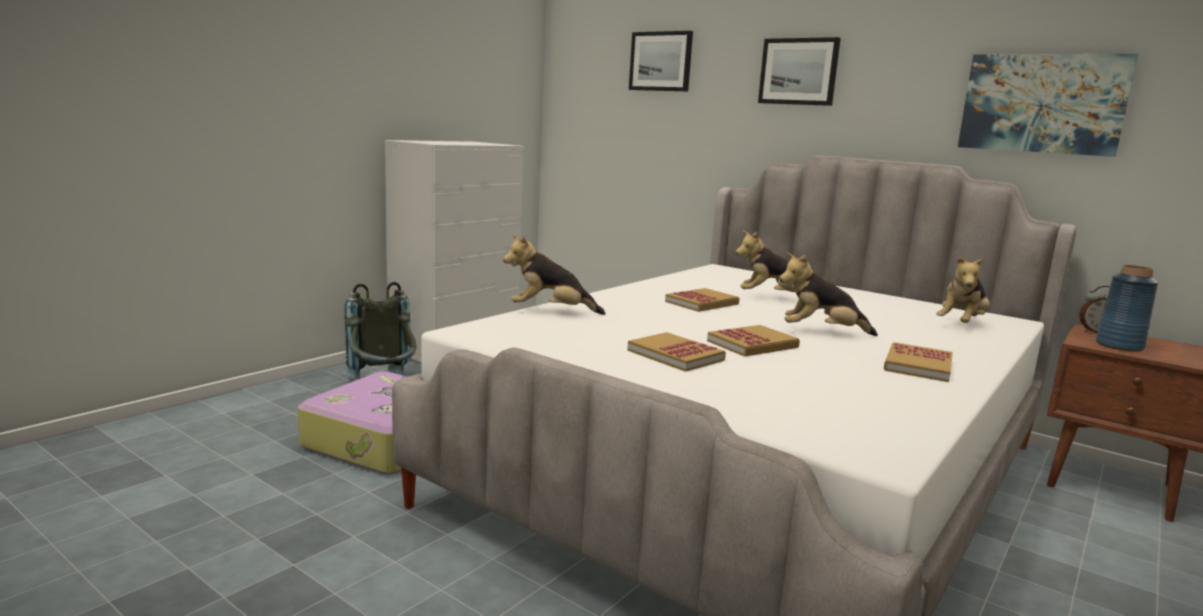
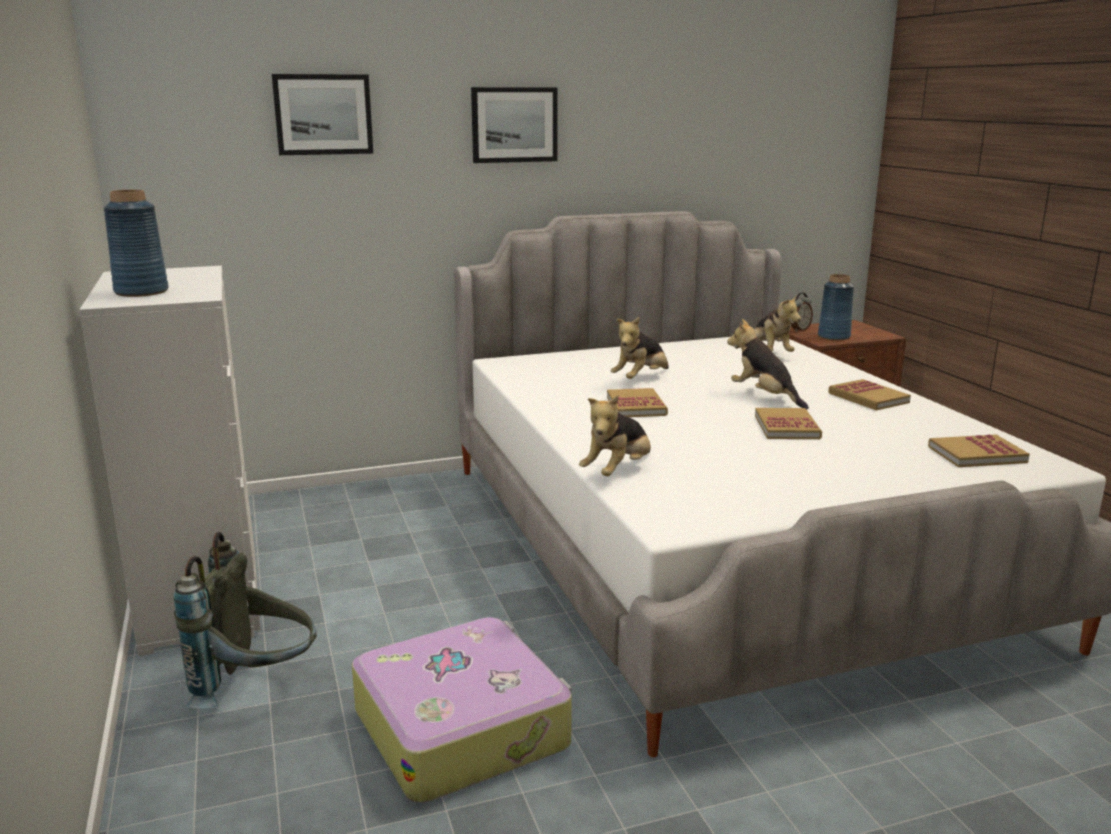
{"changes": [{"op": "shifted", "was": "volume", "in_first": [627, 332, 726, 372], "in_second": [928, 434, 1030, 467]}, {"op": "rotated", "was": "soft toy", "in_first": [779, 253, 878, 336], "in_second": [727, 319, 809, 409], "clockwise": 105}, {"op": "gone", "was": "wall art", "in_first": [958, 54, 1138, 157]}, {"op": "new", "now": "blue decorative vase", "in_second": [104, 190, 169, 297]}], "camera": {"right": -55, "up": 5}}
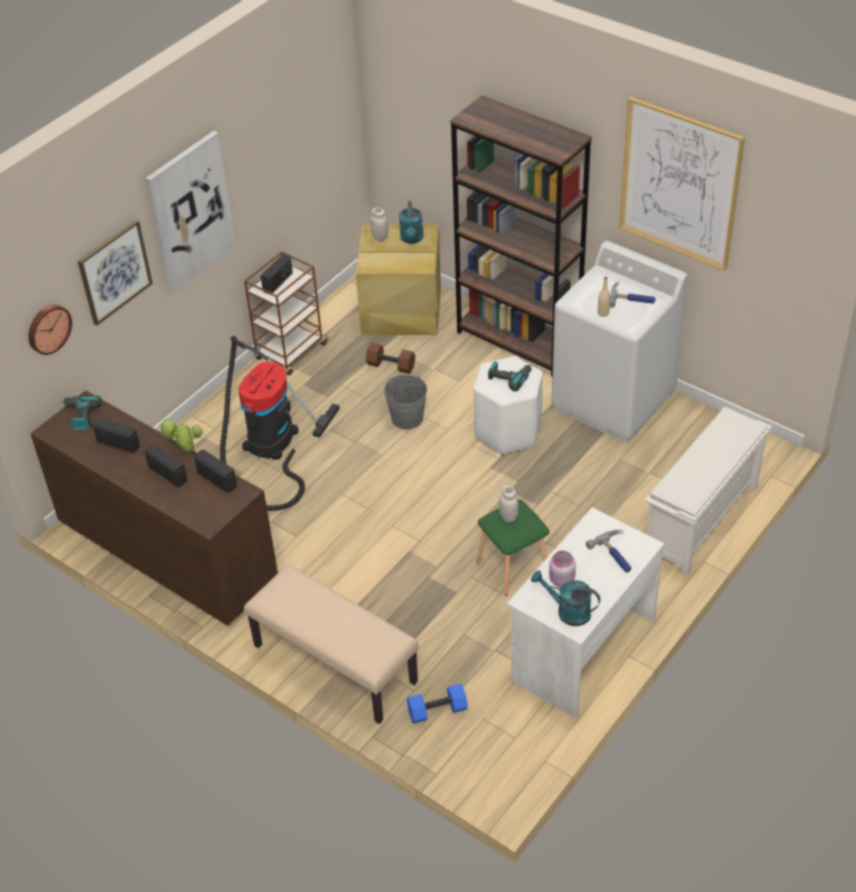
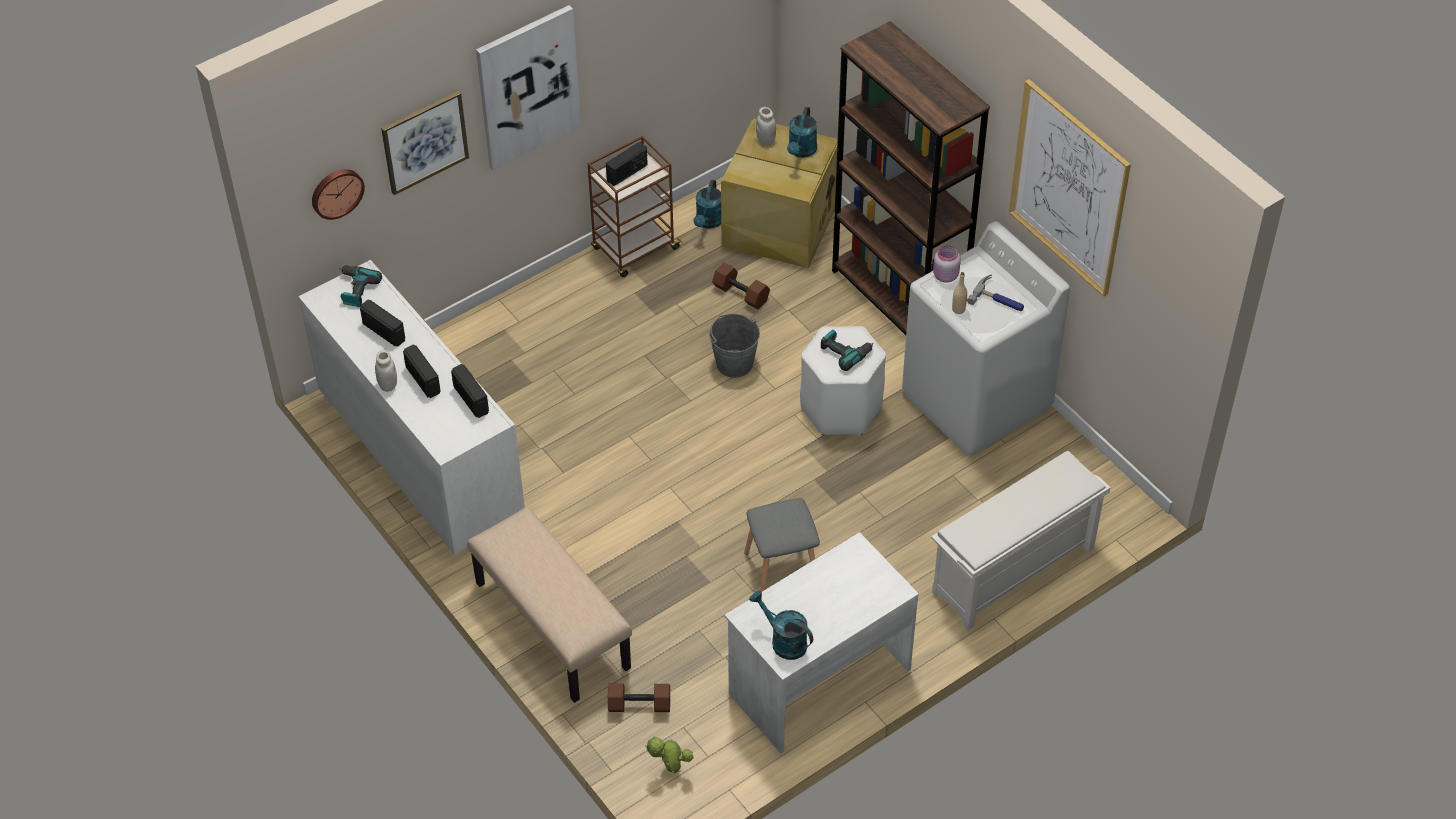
{"changes": [{"op": "repainted", "was": "brown chest of drawers", "now": "white chest of drawers", "in_first": [30, 390, 278, 626], "in_second": [298, 260, 525, 555]}, {"op": "shifted", "was": "plant in a pot", "in_first": [159, 419, 203, 454], "in_second": [645, 735, 693, 773]}, {"op": "gone", "was": "vacuum", "in_first": [220, 336, 340, 511]}, {"op": "repainted", "was": "blue free weight", "now": "brown free weight", "in_first": [407, 684, 468, 724], "in_second": [608, 683, 670, 712]}, {"op": "repainted", "was": "greenish stool", "now": "gray stool", "in_first": [476, 500, 550, 596], "in_second": [744, 498, 820, 592]}, {"op": "shifted", "was": "white storage jar", "in_first": [499, 485, 518, 523], "in_second": [375, 350, 397, 392]}, {"op": "shifted", "was": "pink-coloured storage jar", "in_first": [549, 551, 576, 587], "in_second": [933, 245, 961, 283]}, {"op": "gone", "was": "hammer", "in_first": [586, 530, 631, 572]}, {"op": "new", "now": "turquoise sprinkling can", "in_second": [693, 180, 721, 229]}], "camera": {"right": 15, "up": 5}}
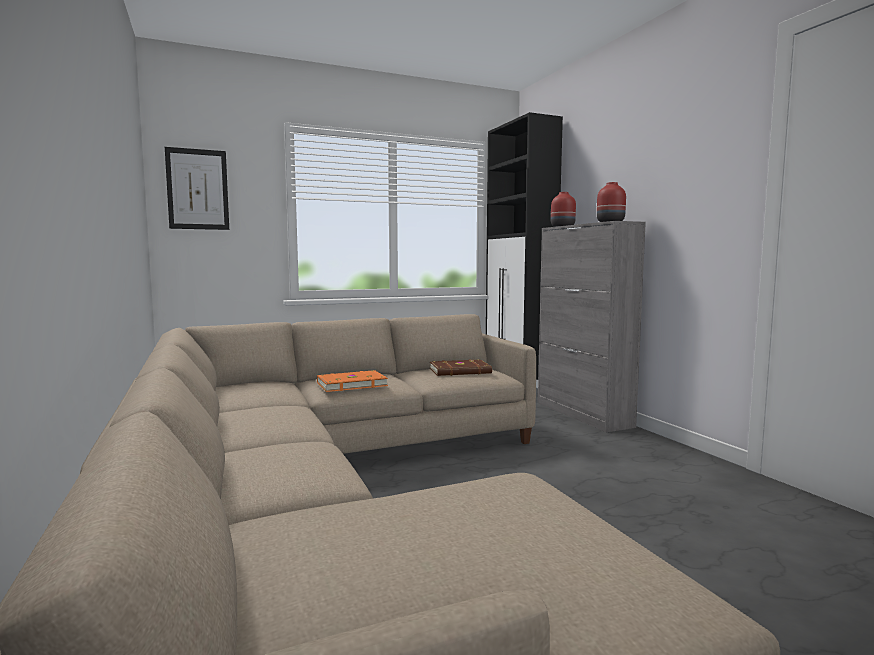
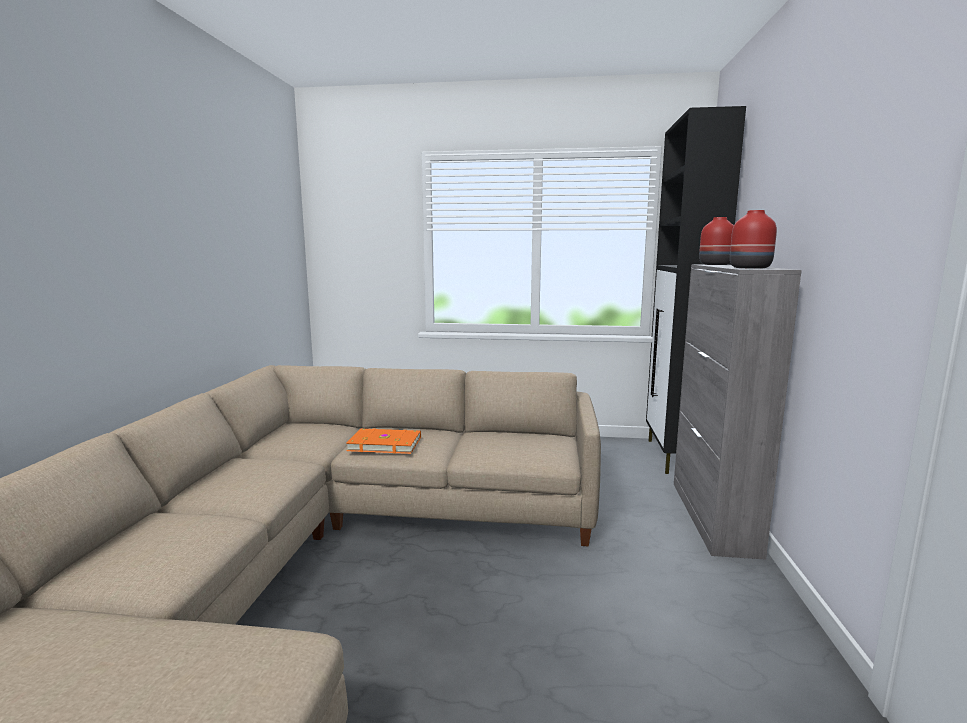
{"changes": [{"op": "gone", "was": "wall art", "in_first": [165, 147, 229, 230]}, {"op": "gone", "was": "brown volume", "in_first": [430, 359, 492, 376]}], "camera": {"right": 30, "up": 5}}
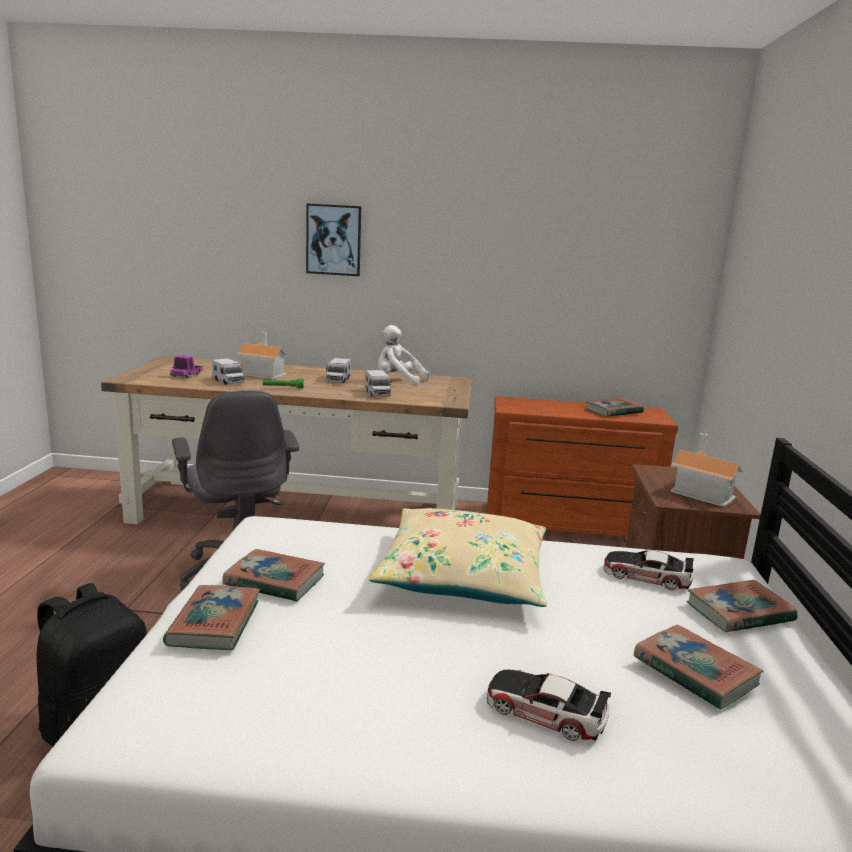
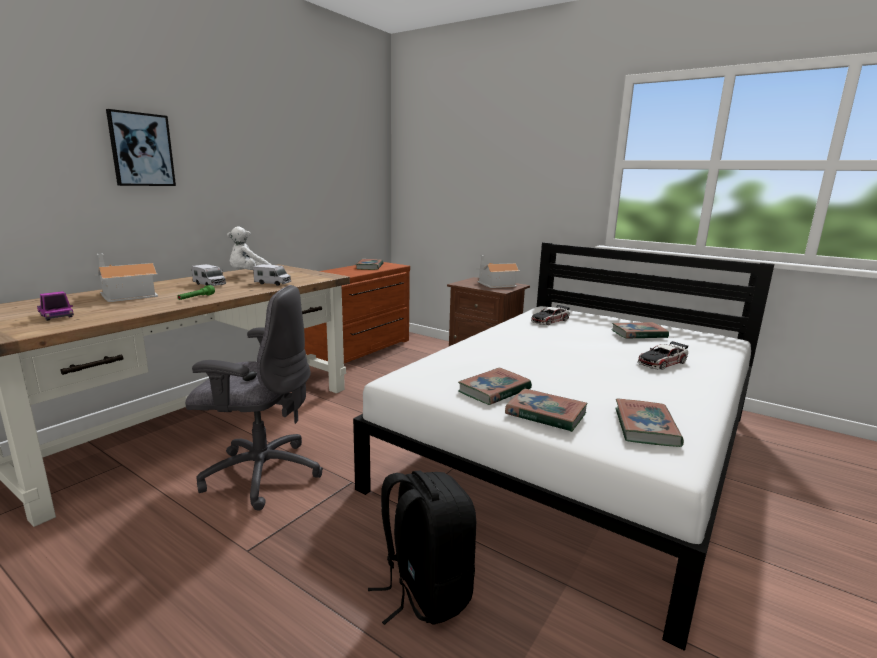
{"changes": [{"op": "gone", "was": "toy lorry", "in_first": [212, 358, 245, 385]}, {"op": "gone", "was": "beige cushion", "in_first": [369, 508, 547, 607]}, {"op": "shifted", "was": "volume", "in_first": [686, 580, 798, 632], "in_second": [615, 399, 684, 447]}], "camera": {"right": -60, "up": 0}}
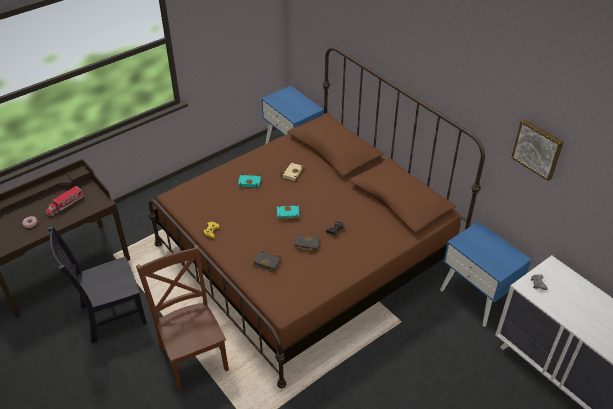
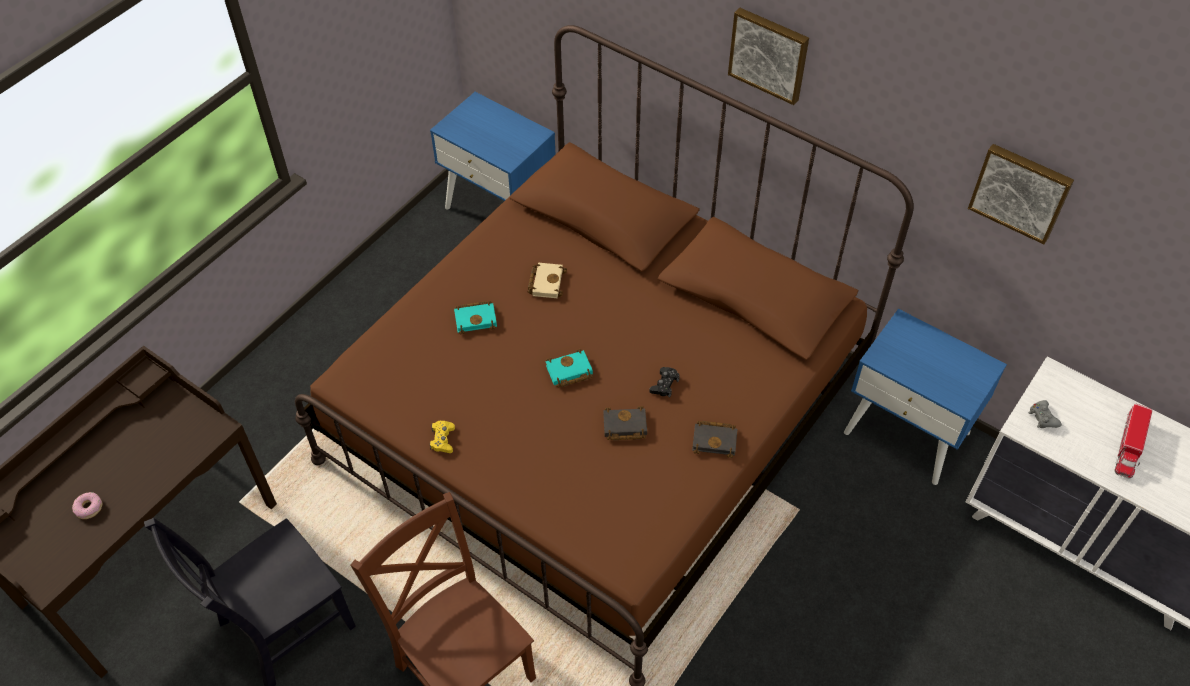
{"changes": [{"op": "shifted", "was": "toy lorry", "in_first": [46, 186, 84, 216], "in_second": [1114, 404, 1152, 479]}, {"op": "shifted", "was": "black volume", "in_first": [253, 251, 281, 272], "in_second": [692, 421, 737, 458]}, {"op": "new", "now": "wall art", "in_second": [728, 8, 809, 105]}], "camera": {"right": -15, "up": 10}}
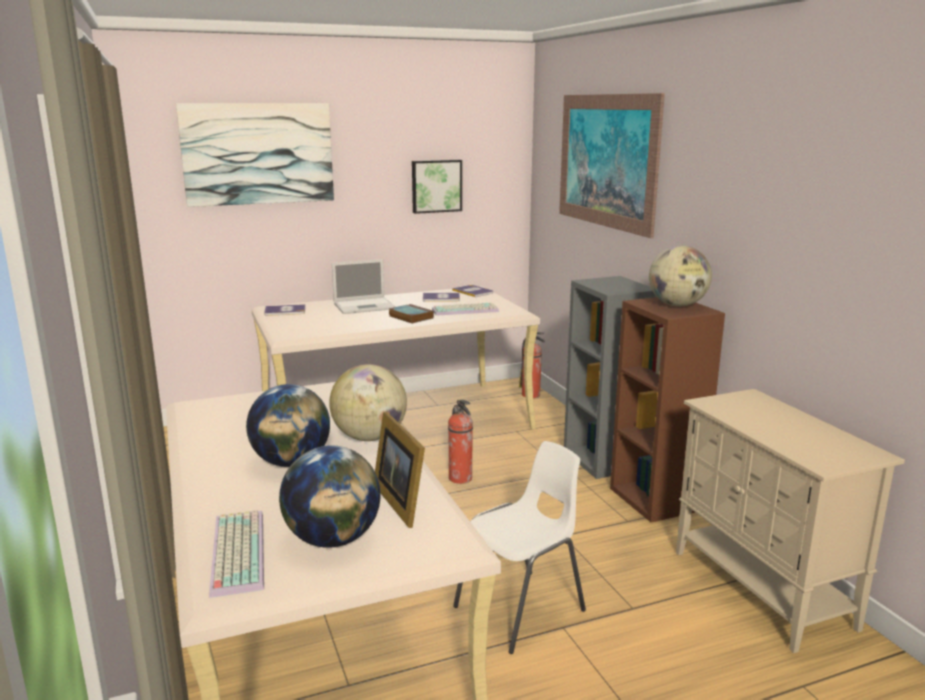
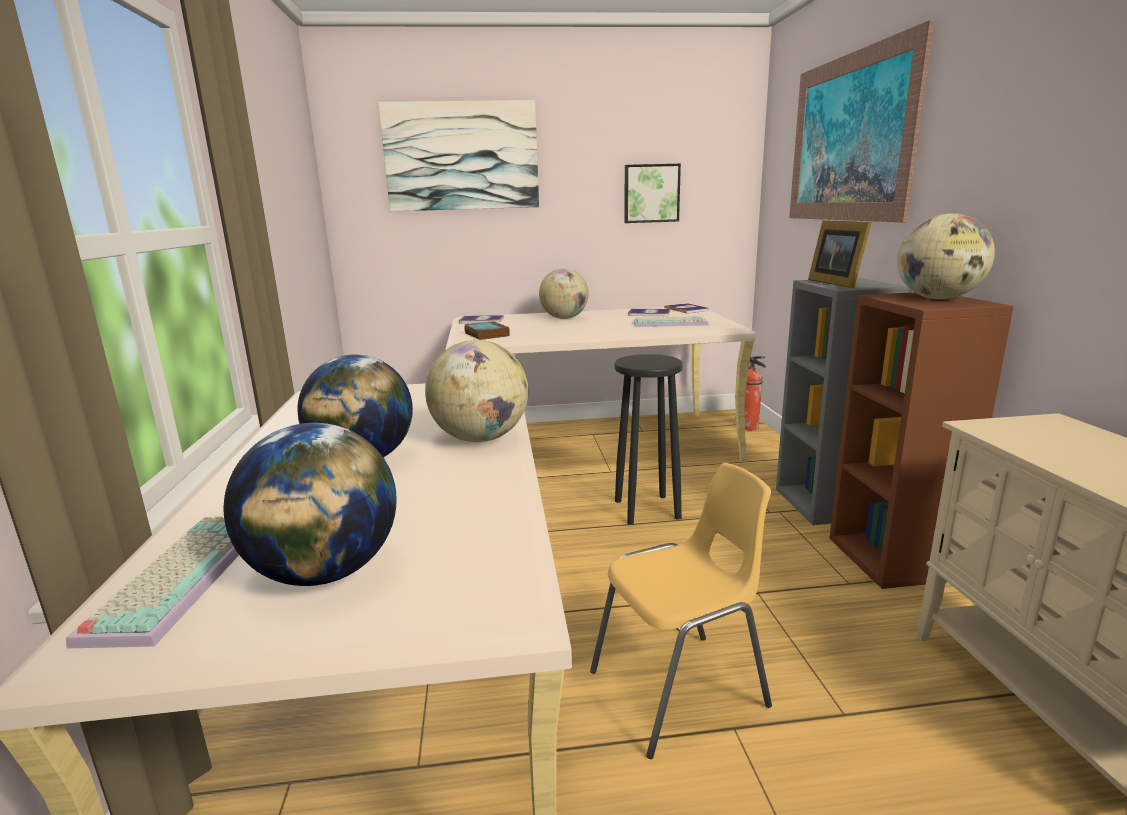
{"changes": [{"op": "swapped", "was": "notebook computer", "now": "globe", "in_first": [332, 259, 395, 314], "in_second": [539, 269, 589, 319]}, {"op": "shifted", "was": "standing frame", "in_first": [375, 412, 425, 528], "in_second": [808, 220, 872, 288]}, {"op": "shifted", "was": "volume", "in_first": [389, 304, 434, 323], "in_second": [464, 321, 510, 340]}, {"op": "swapped", "was": "fire extinguisher", "now": "black stool", "in_first": [448, 400, 473, 484], "in_second": [614, 354, 683, 525]}, {"op": "repainted", "was": "white plain chair", "now": "yellow-coloured plain chair", "in_first": [453, 441, 586, 654], "in_second": [590, 463, 772, 759]}], "camera": {"right": 15, "up": 0}}
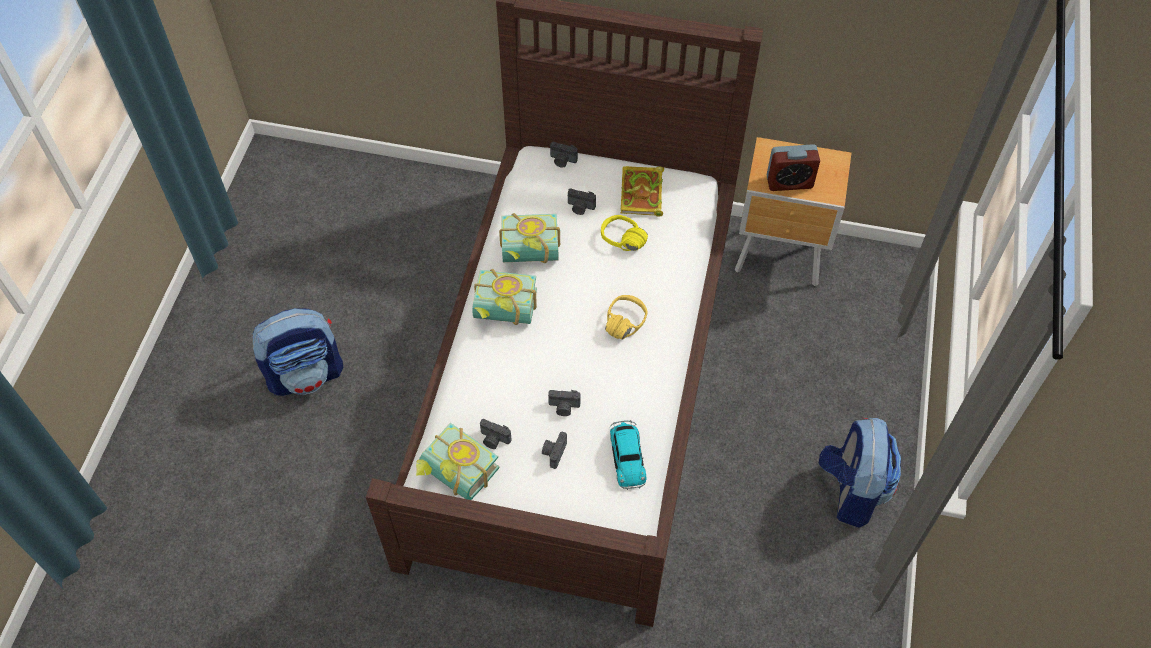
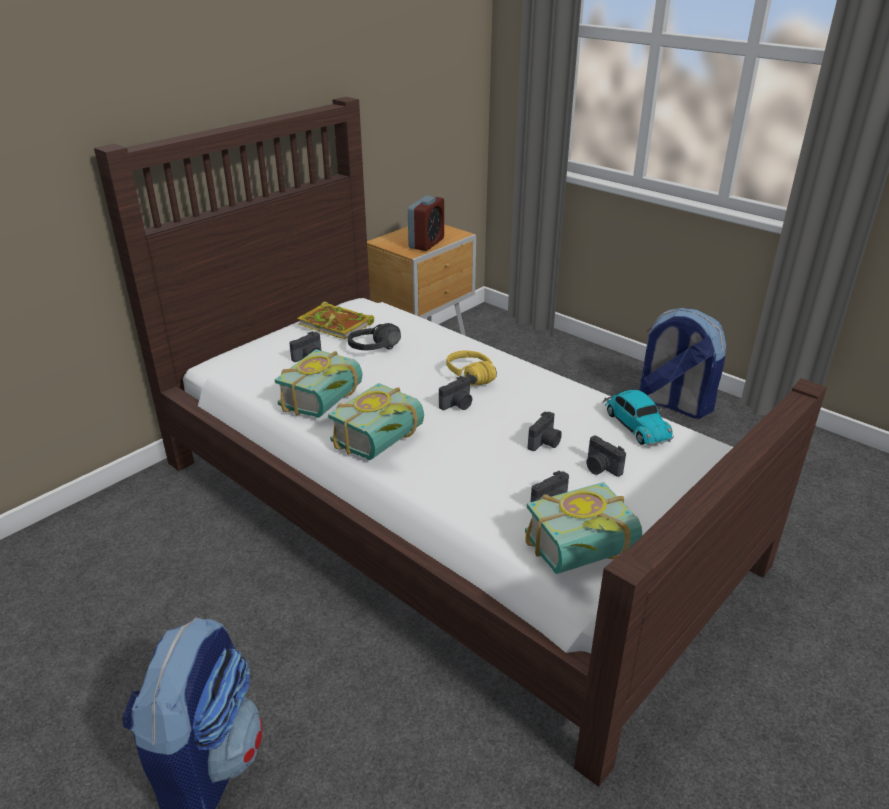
{"changes": [{"op": "shifted", "was": "photo camera", "in_first": [550, 142, 578, 168], "in_second": [439, 376, 472, 410]}, {"op": "repainted", "was": "yellow-coloured pair of headphones", "now": "black pair of headphones", "in_first": [601, 215, 648, 251], "in_second": [348, 323, 401, 351]}, {"op": "rotated", "was": "model car", "in_first": [609, 420, 646, 490], "in_second": [603, 390, 674, 446], "clockwise": 45}], "camera": {"right": -60, "up": -25}}
